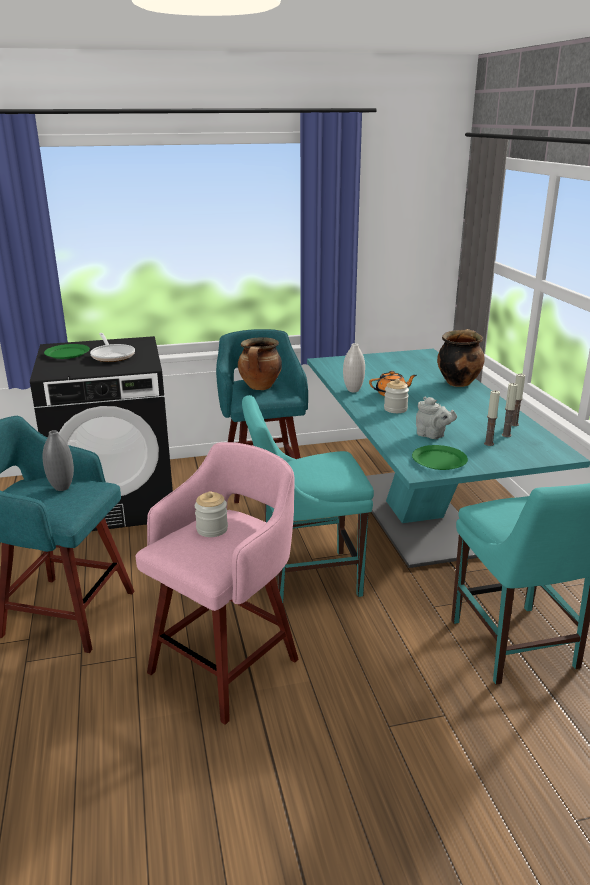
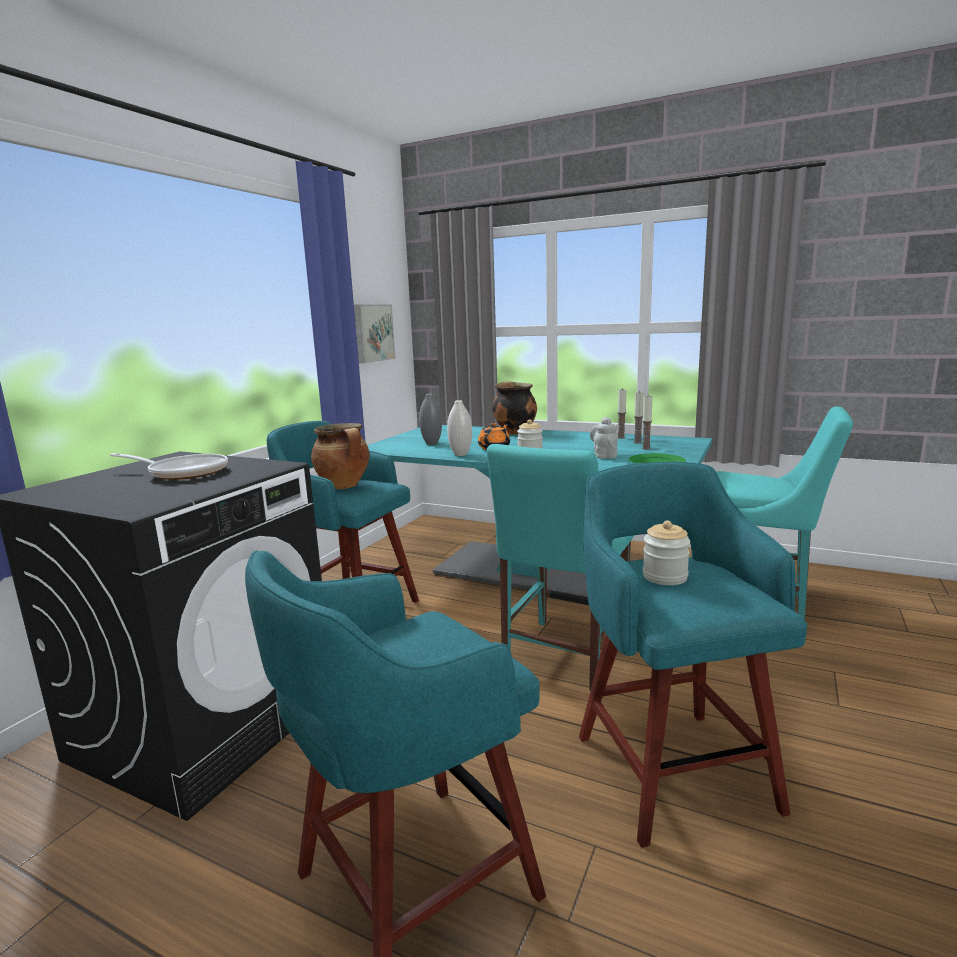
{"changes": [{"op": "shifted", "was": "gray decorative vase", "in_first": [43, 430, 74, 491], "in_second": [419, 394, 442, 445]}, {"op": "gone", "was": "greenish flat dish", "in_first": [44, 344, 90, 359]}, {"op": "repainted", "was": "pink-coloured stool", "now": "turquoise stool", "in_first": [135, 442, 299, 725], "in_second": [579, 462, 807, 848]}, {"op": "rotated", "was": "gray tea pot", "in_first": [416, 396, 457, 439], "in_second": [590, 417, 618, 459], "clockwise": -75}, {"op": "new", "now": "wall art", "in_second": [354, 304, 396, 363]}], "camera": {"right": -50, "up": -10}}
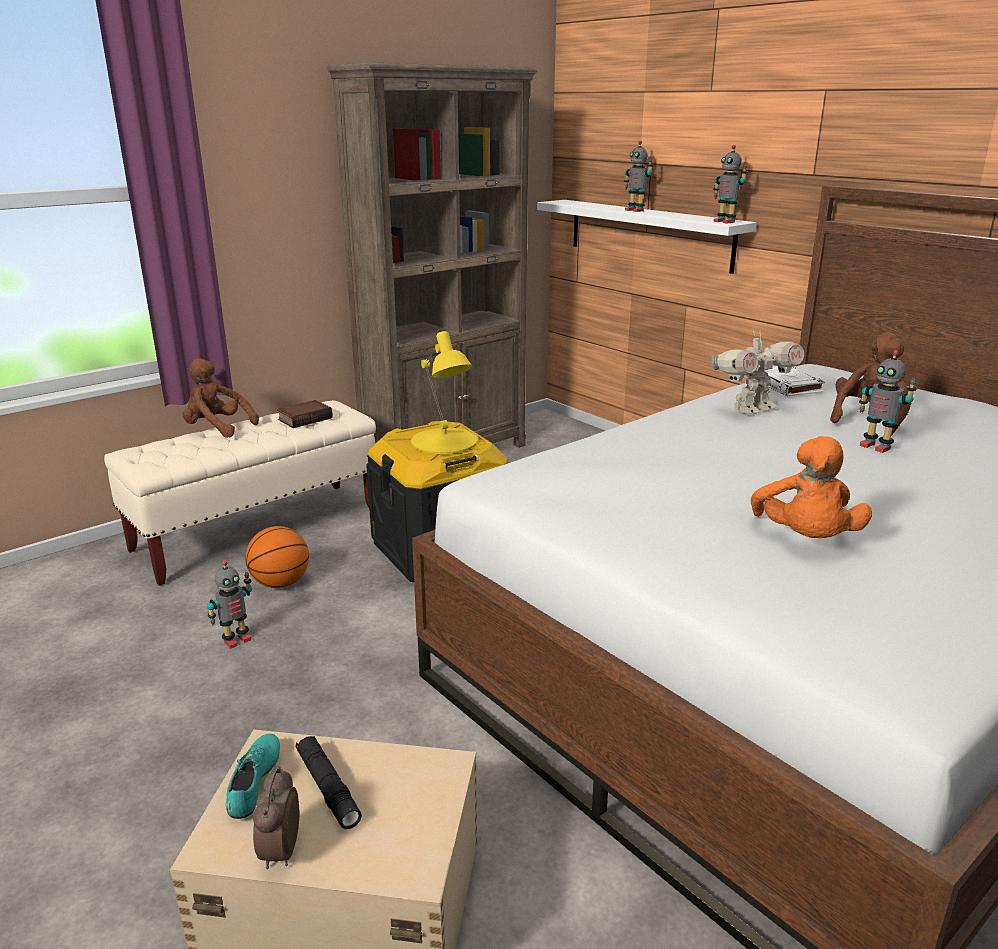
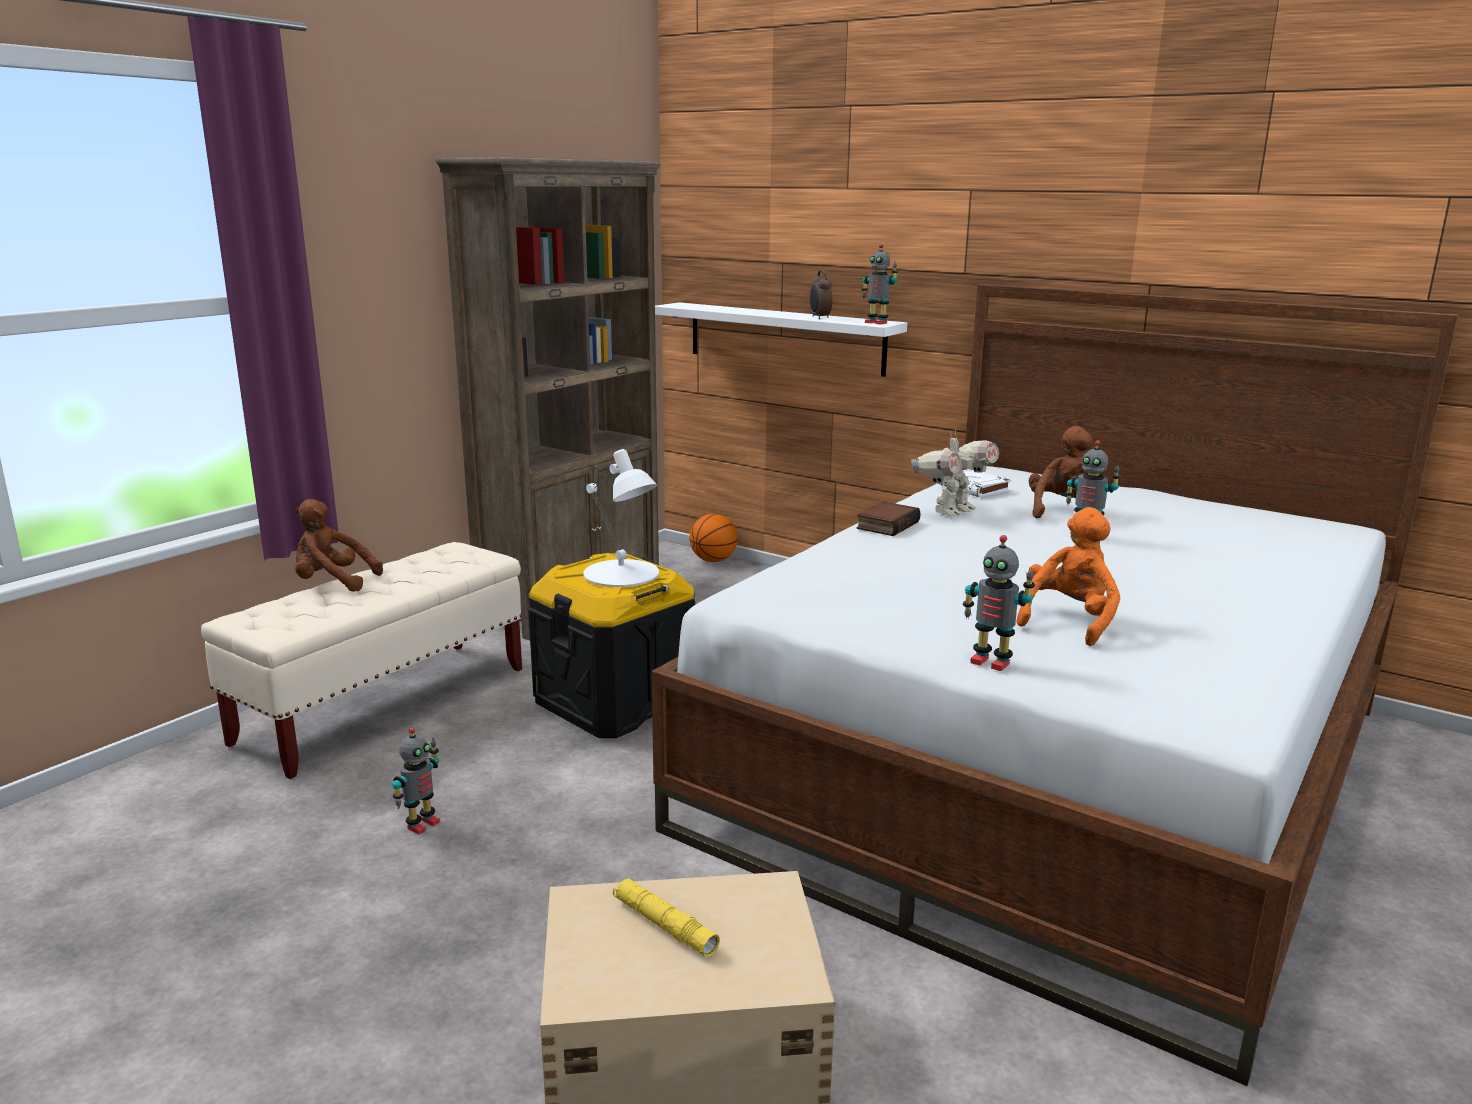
{"changes": [{"op": "gone", "was": "turquoise shoe", "in_first": [226, 734, 280, 819]}, {"op": "shifted", "was": "ball for basketball", "in_first": [245, 526, 309, 588], "in_second": [689, 514, 738, 562]}, {"op": "shifted", "was": "alarm clock", "in_first": [253, 766, 299, 869], "in_second": [810, 270, 833, 319]}, {"op": "shifted", "was": "volume", "in_first": [277, 400, 333, 428], "in_second": [856, 501, 920, 536]}, {"op": "repainted", "was": "black hand torch", "now": "yellow-coloured hand torch", "in_first": [296, 736, 362, 829], "in_second": [613, 878, 720, 957]}, {"op": "repainted", "was": "yellow-coloured tabletop lamp", "now": "white tabletop lamp", "in_first": [411, 331, 477, 454], "in_second": [583, 449, 659, 587]}, {"op": "shifted", "was": "toy robot", "in_first": [624, 141, 653, 212], "in_second": [963, 535, 1035, 671]}, {"op": "rotated", "was": "orange-coloured soft toy", "in_first": [751, 436, 872, 538], "in_second": [1016, 507, 1120, 646], "clockwise": -135}], "camera": {"right": -15, "up": -5}}
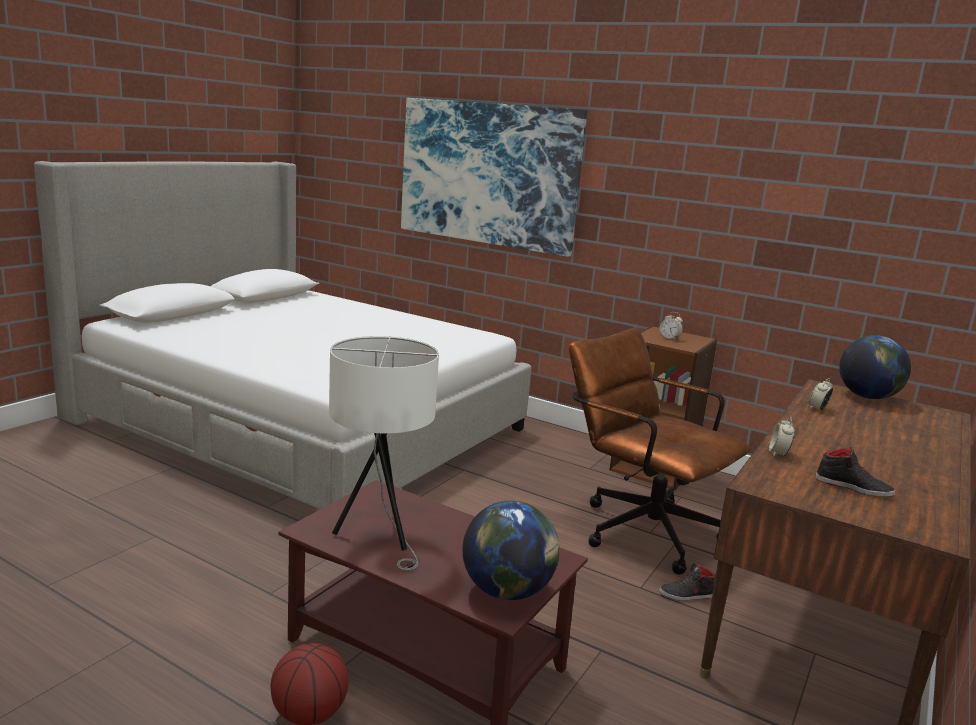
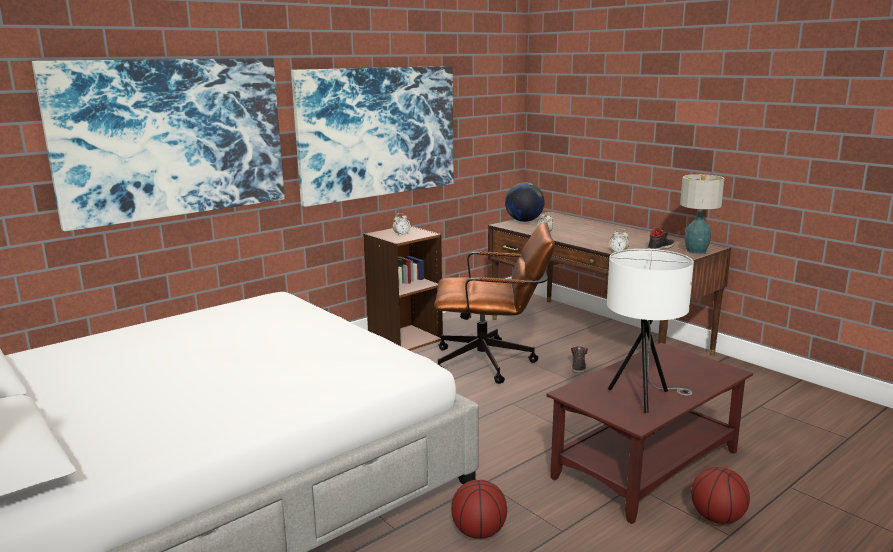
{"changes": [{"op": "gone", "was": "globe", "in_first": [462, 501, 560, 600]}, {"op": "rotated", "was": "brown computer chair", "in_first": [569, 328, 751, 575], "in_second": [434, 222, 555, 384], "clockwise": -150}, {"op": "new", "now": "wall art", "in_second": [291, 66, 454, 207]}, {"op": "new", "now": "ball for basketball", "in_second": [451, 480, 507, 539]}, {"op": "new", "now": "tabletop lamp", "in_second": [680, 174, 725, 254]}], "camera": {"right": -70, "up": 0}}
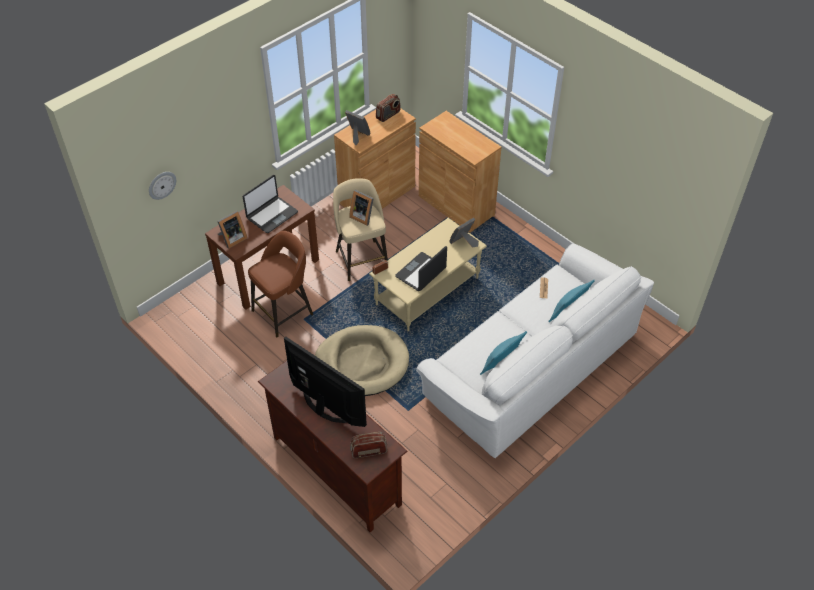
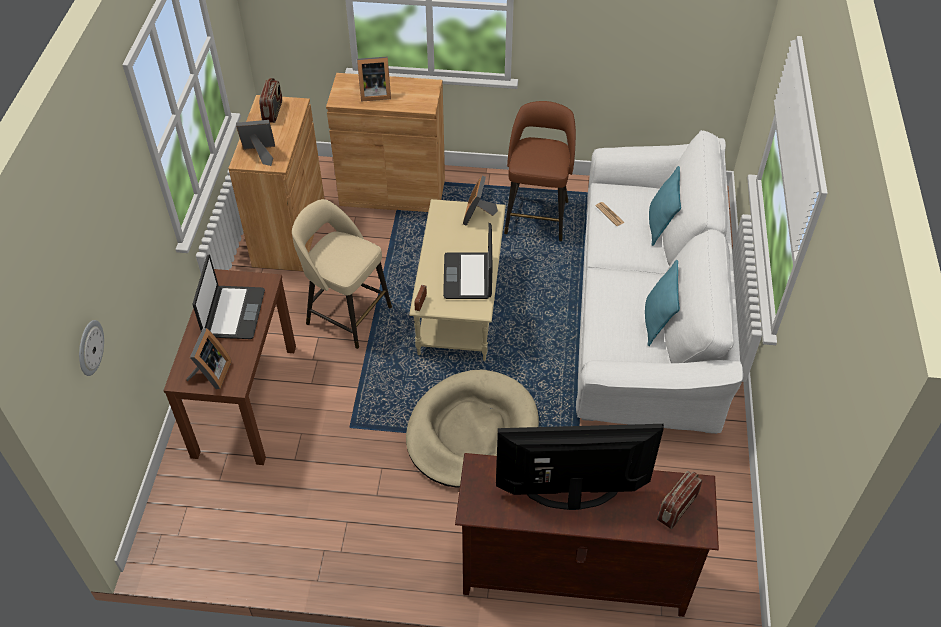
{"changes": [{"op": "shifted", "was": "brown stool", "in_first": [248, 231, 313, 337], "in_second": [504, 101, 576, 241]}, {"op": "shifted", "was": "standing frame", "in_first": [349, 190, 374, 226], "in_second": [357, 56, 391, 102]}], "camera": {"right": -40, "up": 0}}
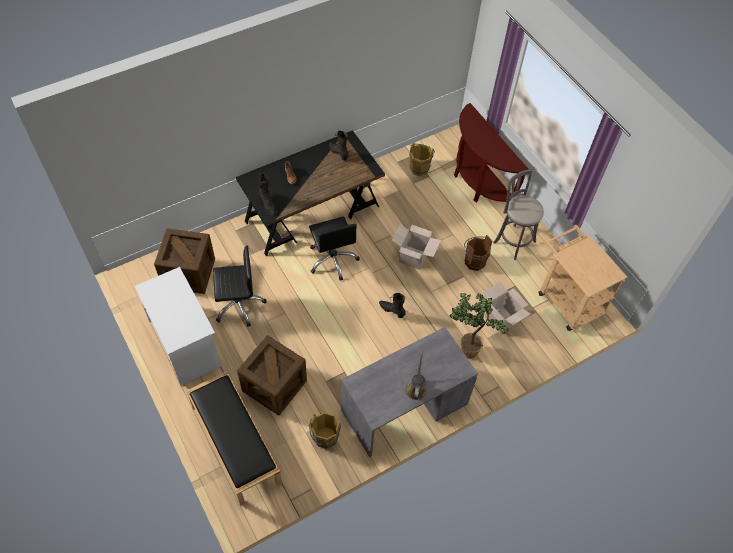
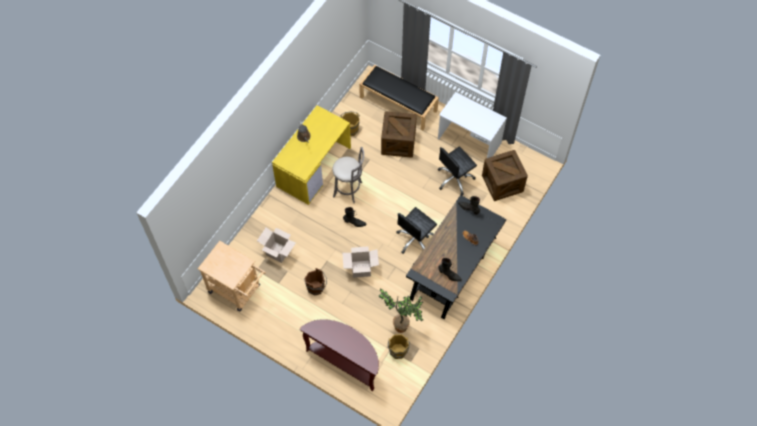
{"changes": [{"op": "rotated", "was": "black computer chair", "in_first": [309, 216, 360, 281], "in_second": [396, 207, 437, 254], "clockwise": -90}, {"op": "repainted", "was": "gray desk unit", "now": "yellow-coloured desk unit", "in_first": [341, 327, 478, 458], "in_second": [272, 105, 351, 205]}, {"op": "shifted", "was": "plant in a pot", "in_first": [450, 293, 509, 359], "in_second": [379, 288, 424, 333]}, {"op": "shifted", "was": "gray stool", "in_first": [493, 169, 544, 260], "in_second": [332, 147, 364, 203]}], "camera": {"right": 155, "up": 5}}
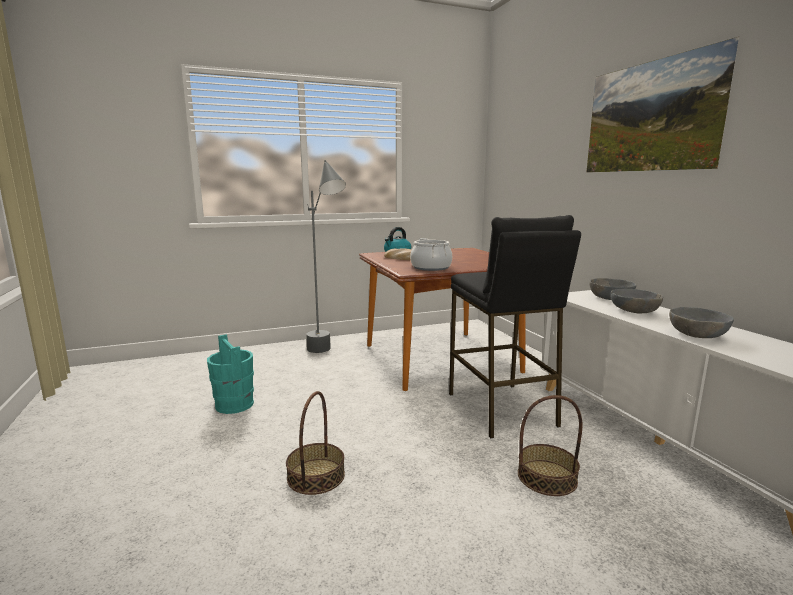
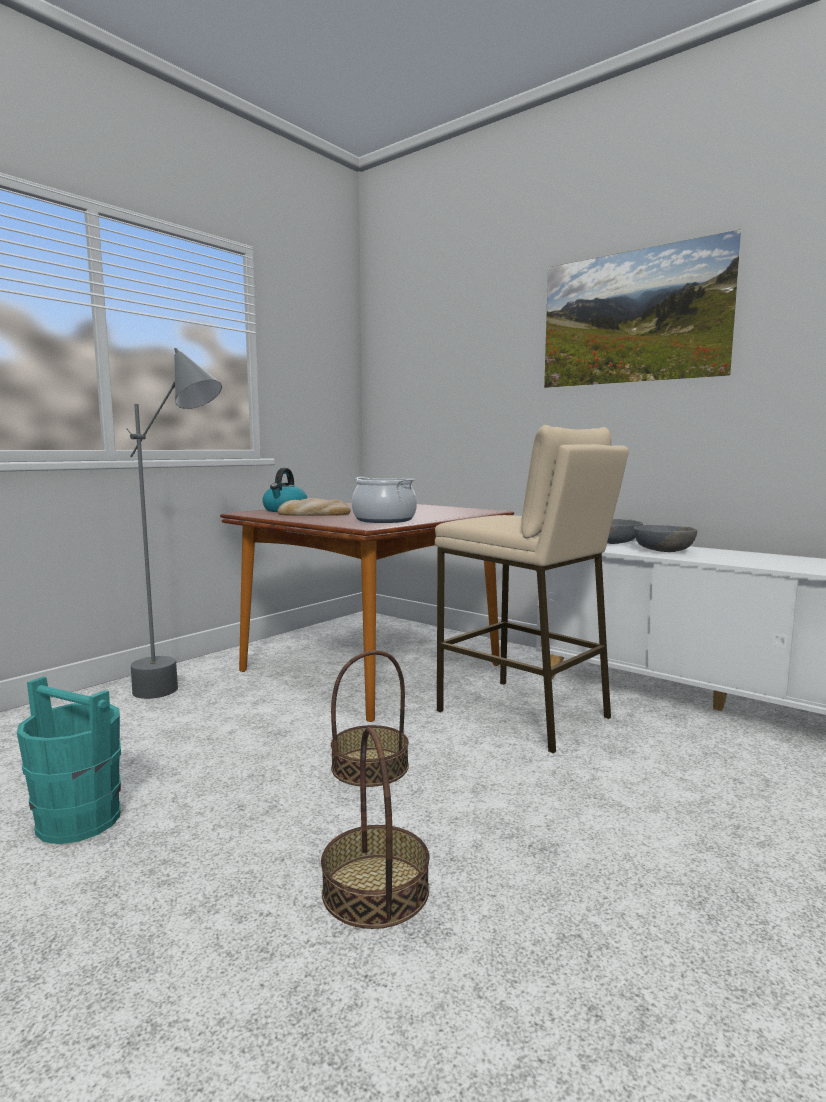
{"changes": [{"op": "repainted", "was": "black stool", "now": "beige stool", "in_first": [449, 215, 581, 438], "in_second": [435, 425, 629, 754]}, {"op": "shifted", "was": "household basket", "in_first": [518, 395, 582, 496], "in_second": [331, 650, 409, 787]}, {"op": "gone", "was": "gray serving bowl", "in_first": [669, 307, 734, 338]}], "camera": {"right": -30, "up": -5}}
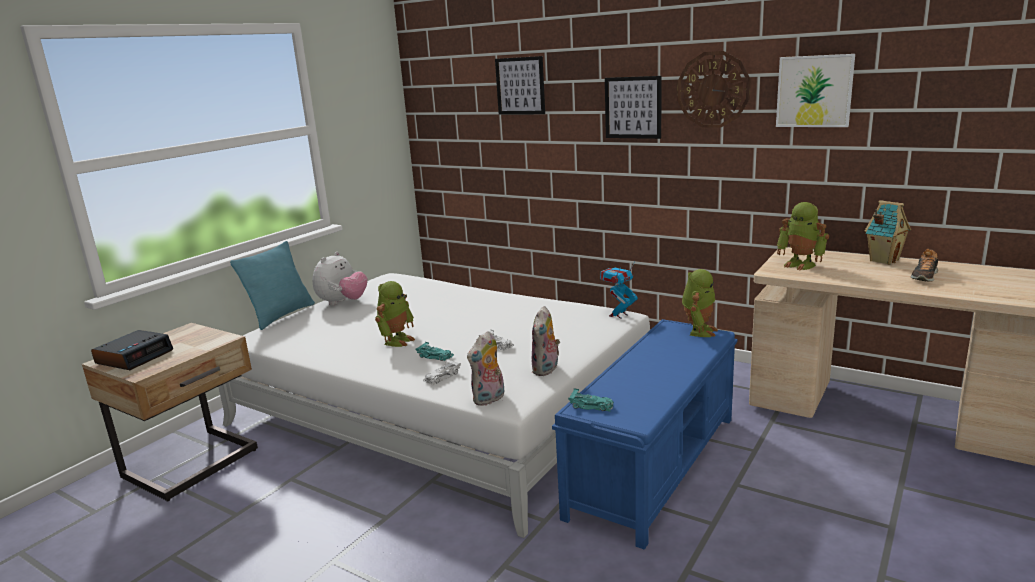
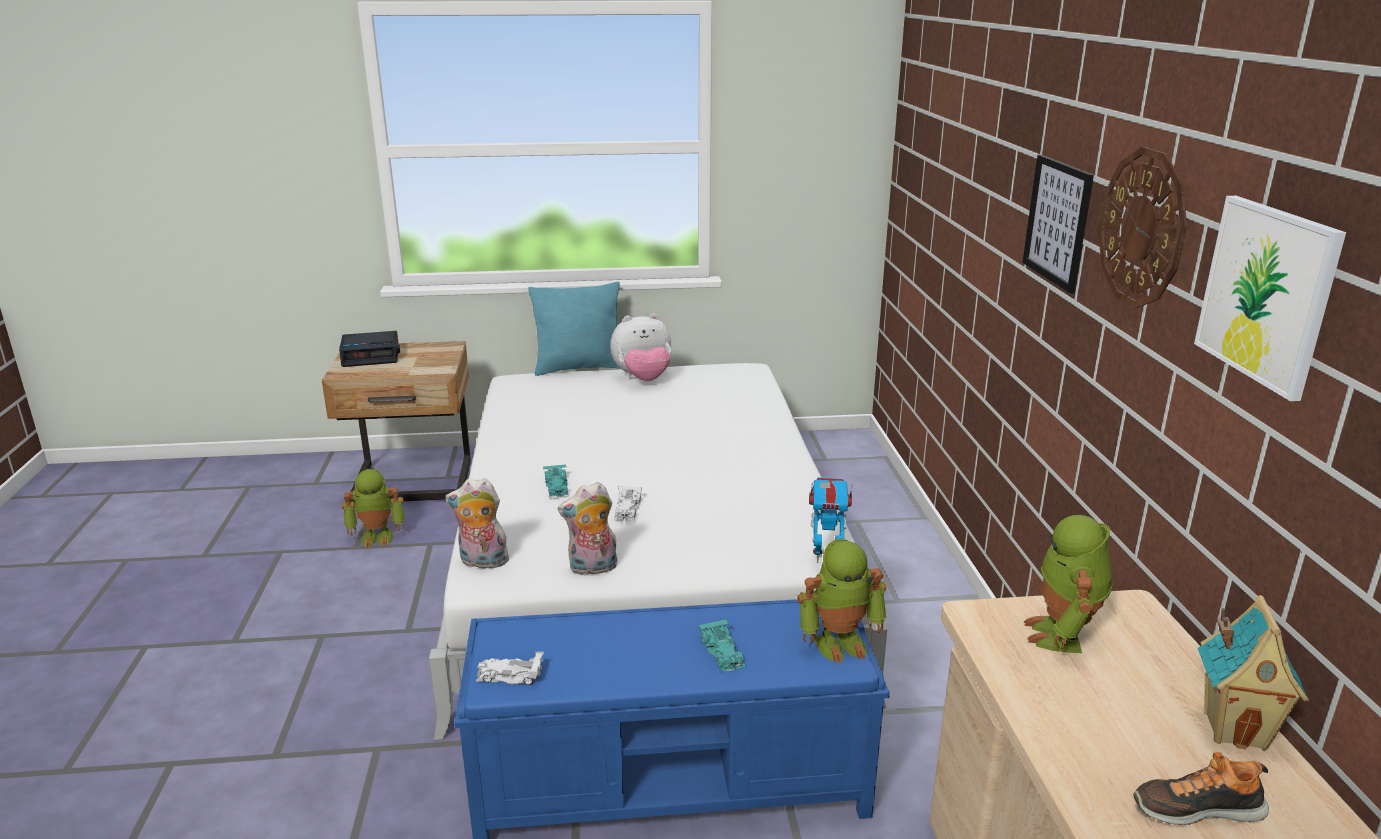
{"changes": [{"op": "shifted", "was": "toy robot", "in_first": [375, 281, 415, 347], "in_second": [342, 469, 405, 548]}, {"op": "shifted", "was": "white model car", "in_first": [423, 359, 461, 385], "in_second": [476, 652, 544, 685]}, {"op": "gone", "was": "wall art", "in_first": [495, 56, 545, 115]}, {"op": "shifted", "was": "turquoise model car", "in_first": [568, 388, 614, 412], "in_second": [698, 619, 746, 672]}], "camera": {"right": 50, "up": 5}}
